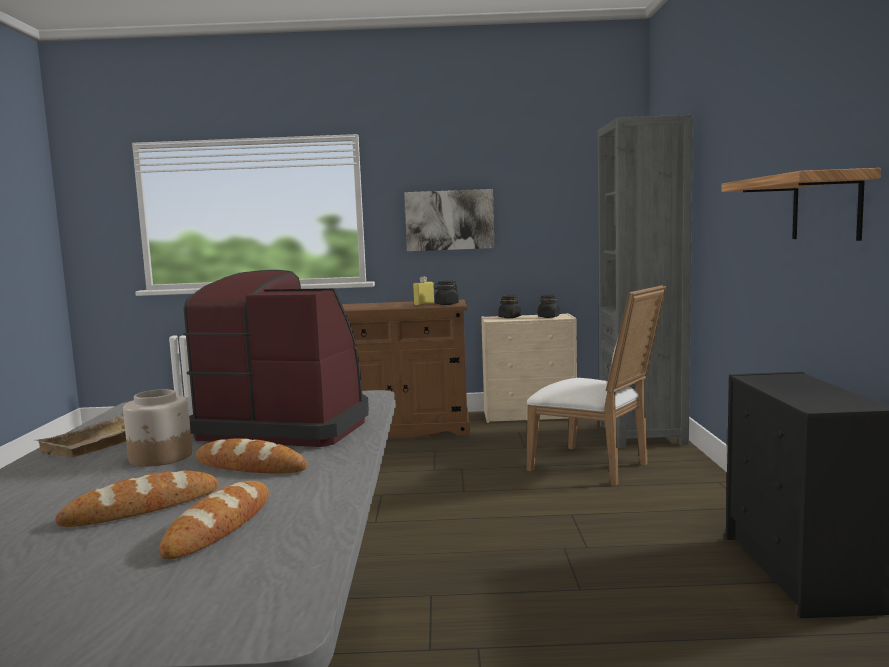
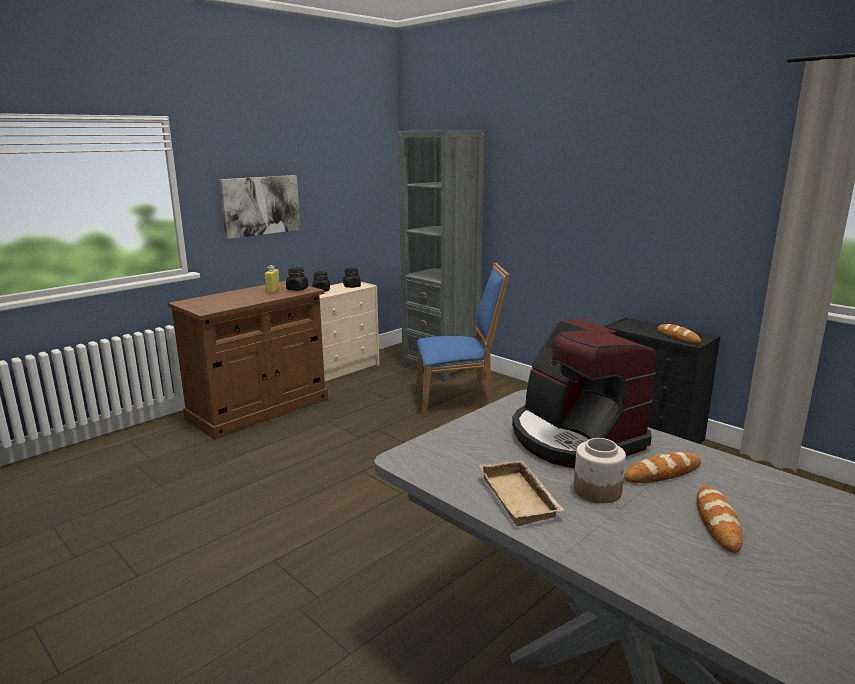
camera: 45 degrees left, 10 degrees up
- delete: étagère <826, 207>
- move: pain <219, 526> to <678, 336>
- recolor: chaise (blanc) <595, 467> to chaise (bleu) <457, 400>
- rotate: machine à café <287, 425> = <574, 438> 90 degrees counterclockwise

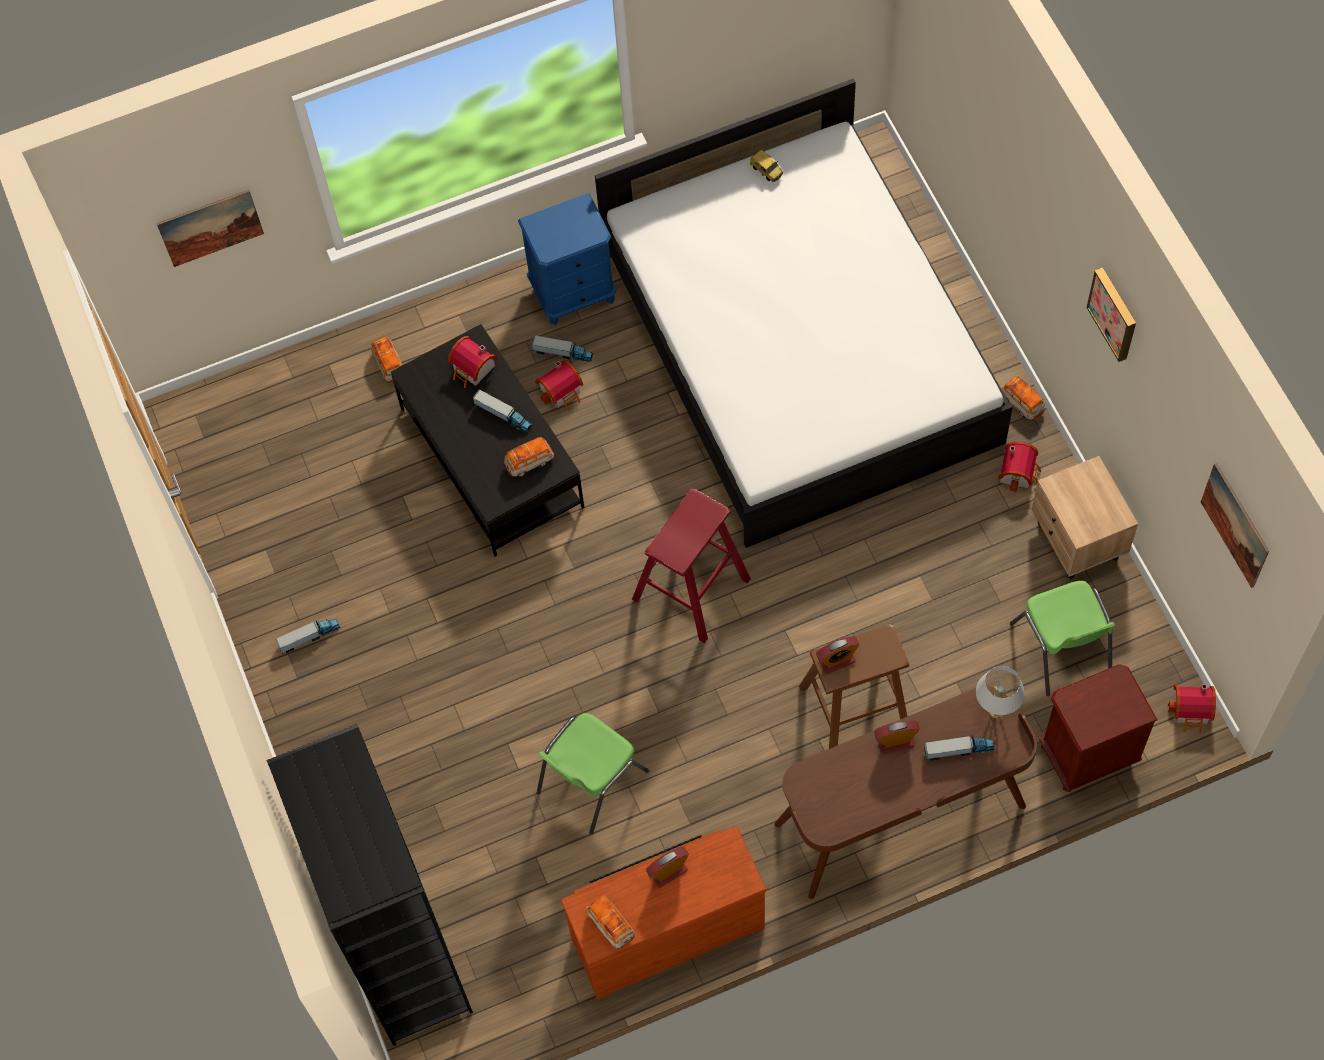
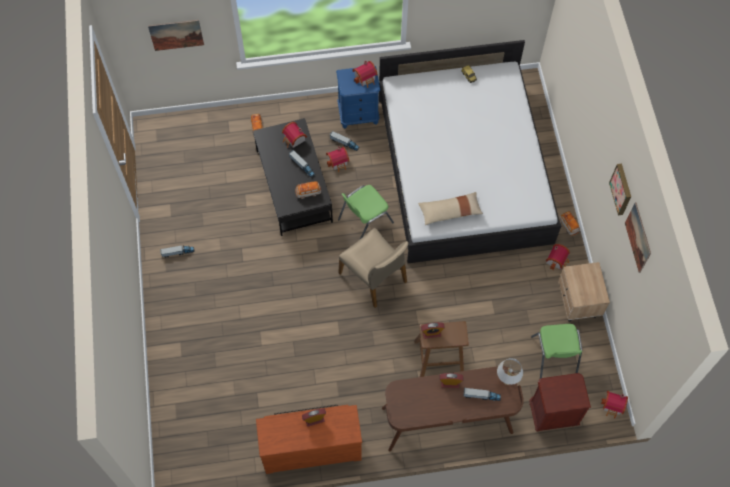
camera: 10 degrees right, 0 degrees up
- delete: bibliothèque (noir) <402, 953>
- delete: petite voiture <610, 924>
- insert: maison miniature <366, 78>
- insert: coussin (beige) <450, 211>
- move: chaise (vert) <590, 782> to <364, 221>
- move: tableau <1235, 525> to <638, 237>
- replace: tabouret (rouge) <691, 589> to chaise (beige) <374, 277>

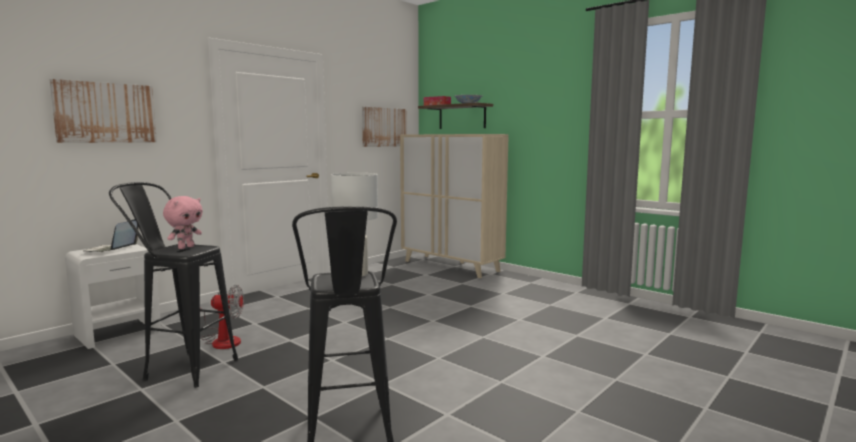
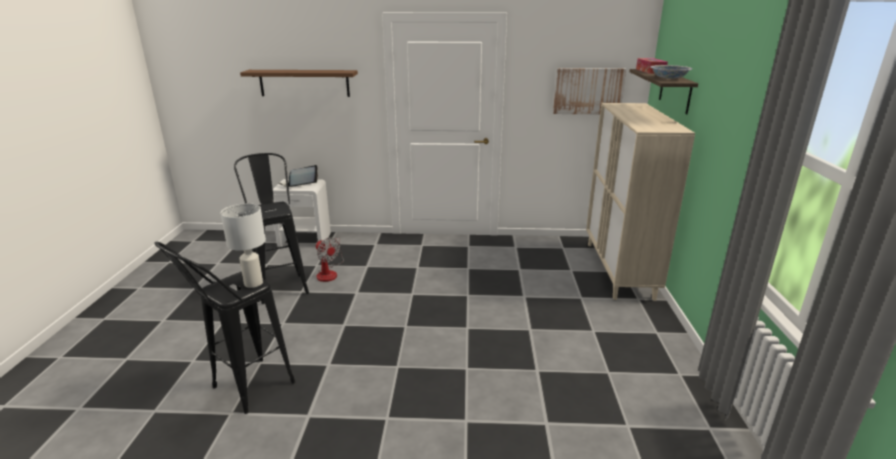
camera: 50 degrees right, 15 degrees up
- delete: peluche (rose) <185, 247>
- replace: tableau <106, 113> to étagère (marron) <304, 83>

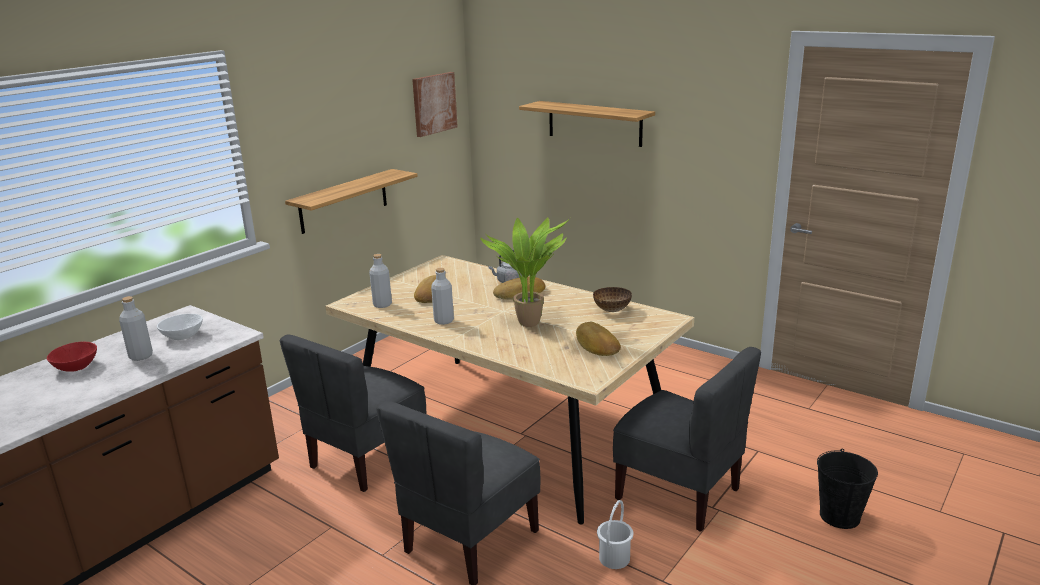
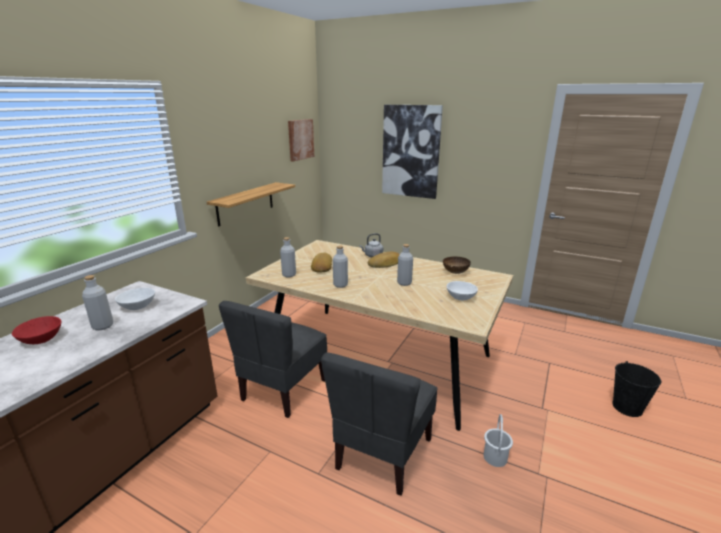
camera: 10 degrees left, 0 degrees up
- delete: chaise (gris) <679, 493>
- replace: plante en pot <531, 322> to bouteille (gris) <404, 283>
- replace: étagère <594, 123> to tableau <411, 151>
- replace: pain <596, 344> to bol (blanc) <460, 297>

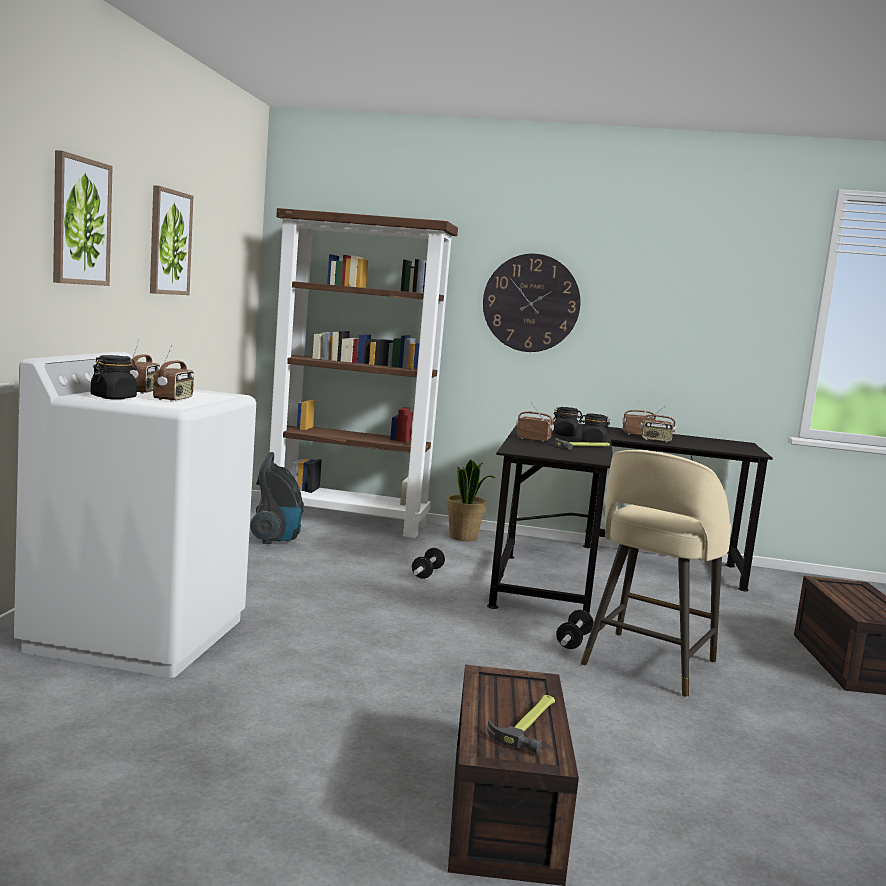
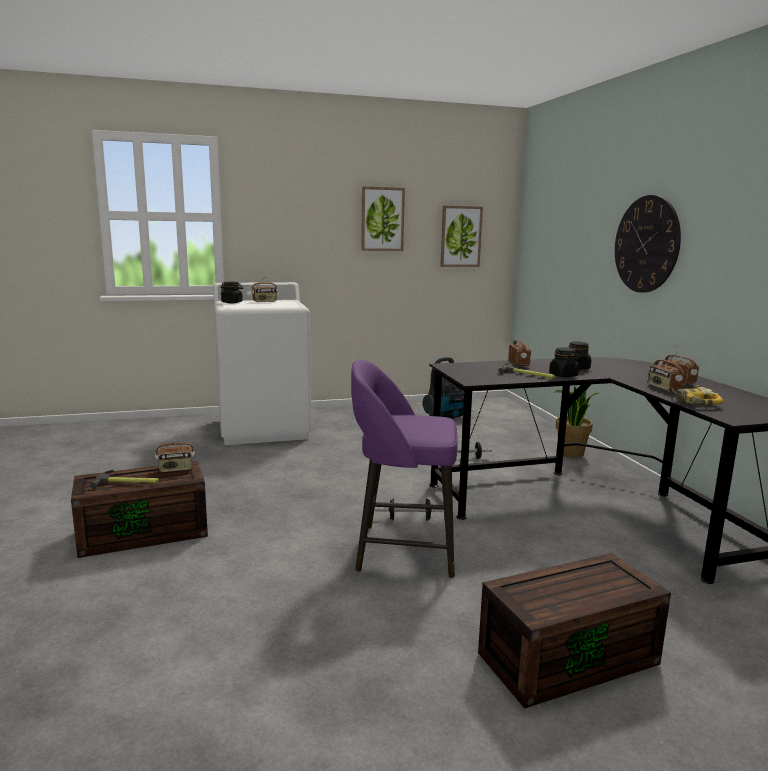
camera: 65 degrees right, 5 degrees up
- delete: bibliothèque (marron) <348, 521>
- insert: perceuse <692, 401>
- move: tableau <80, 221> to <460, 236>
- move: radio <174, 399> to <176, 469>
- recolor: tabouret (beige) <647, 664> to tabouret (violet) <402, 550>

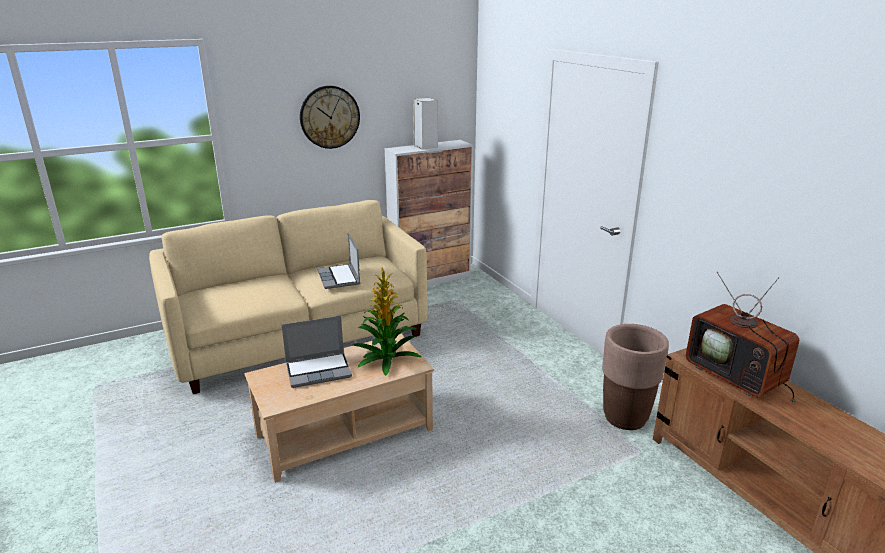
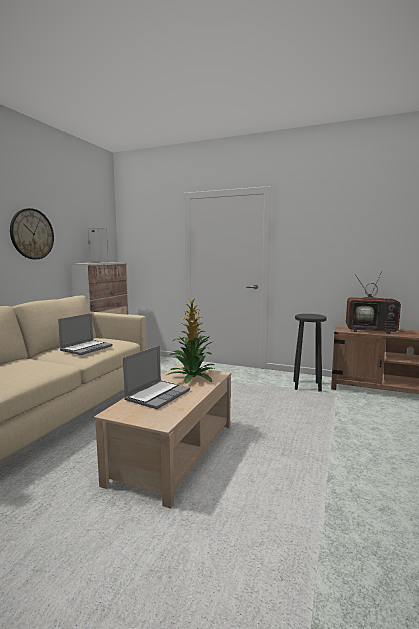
camera: 40 degrees left, 15 degrees down
- replace: cache-pot (marron) <625, 418> to tabouret (noir) <307, 386>
- rotate: ordinateur portable <339, 278> = <86, 348> 90 degrees counterclockwise

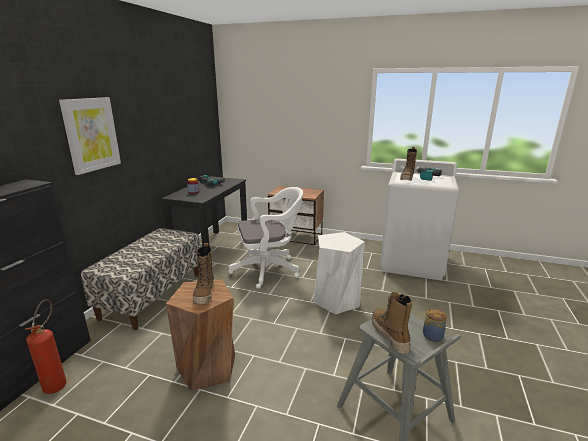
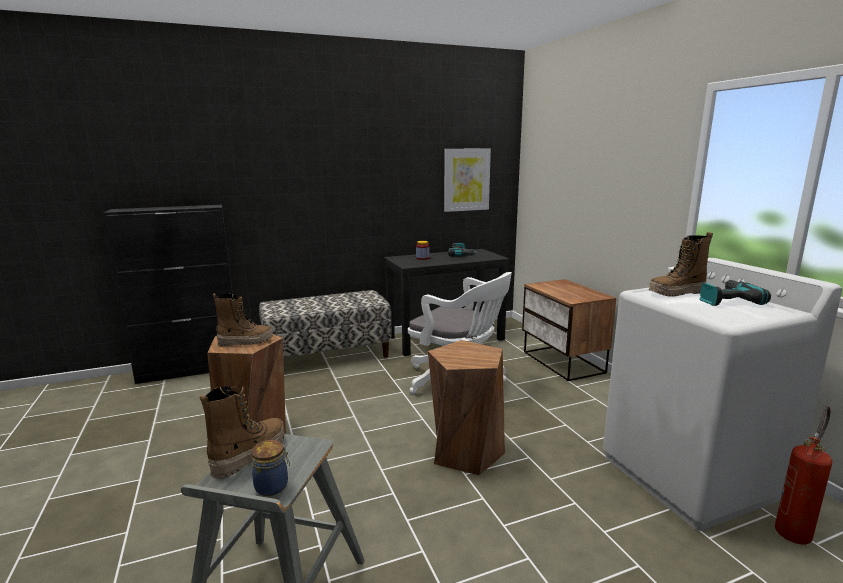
camera: 50 degrees right, 5 degrees down
- move: extincteur <58, 382> to <795, 530>
- move: tableau <91, 134> to <466, 180>
- recolor: tabouret (blanc) <336, 300> to tabouret (marron) <466, 451>
- rotate: botte <205, 294> = <246, 342> 150 degrees counterclockwise

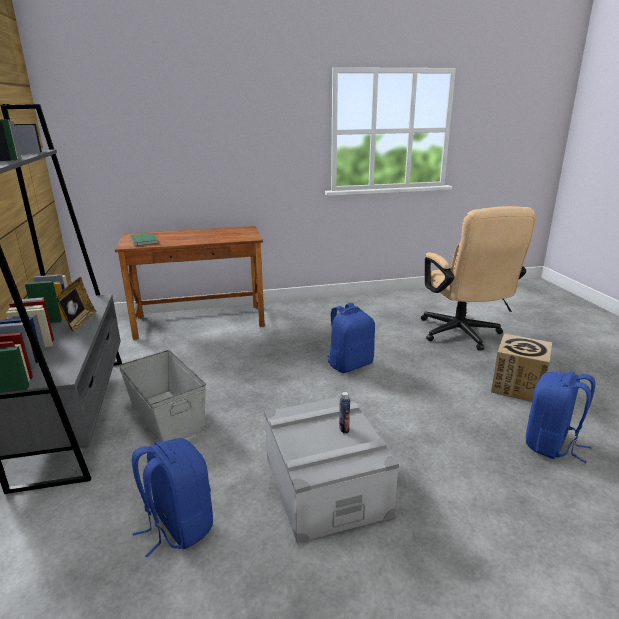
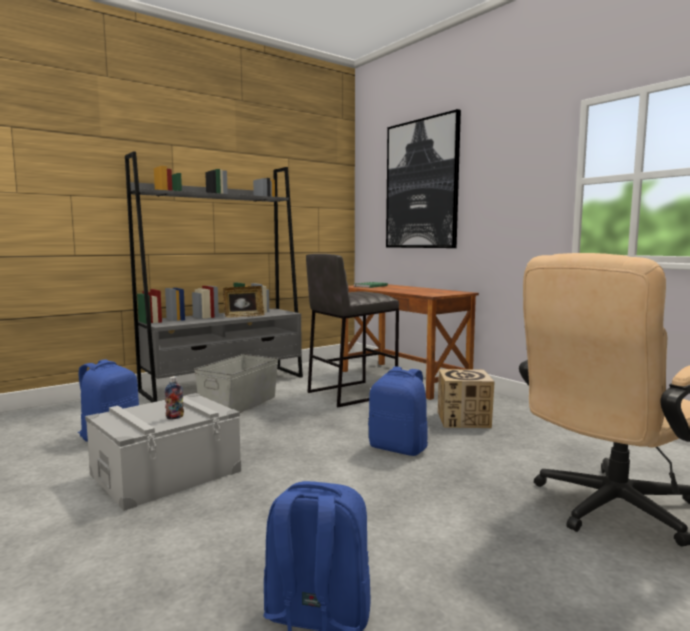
camera: 65 degrees right, 15 degrees down
- insert: tabouret (gris) <351, 393>
- insert: tableau <421, 184>
- move: carton <517, 386> to <463, 419>

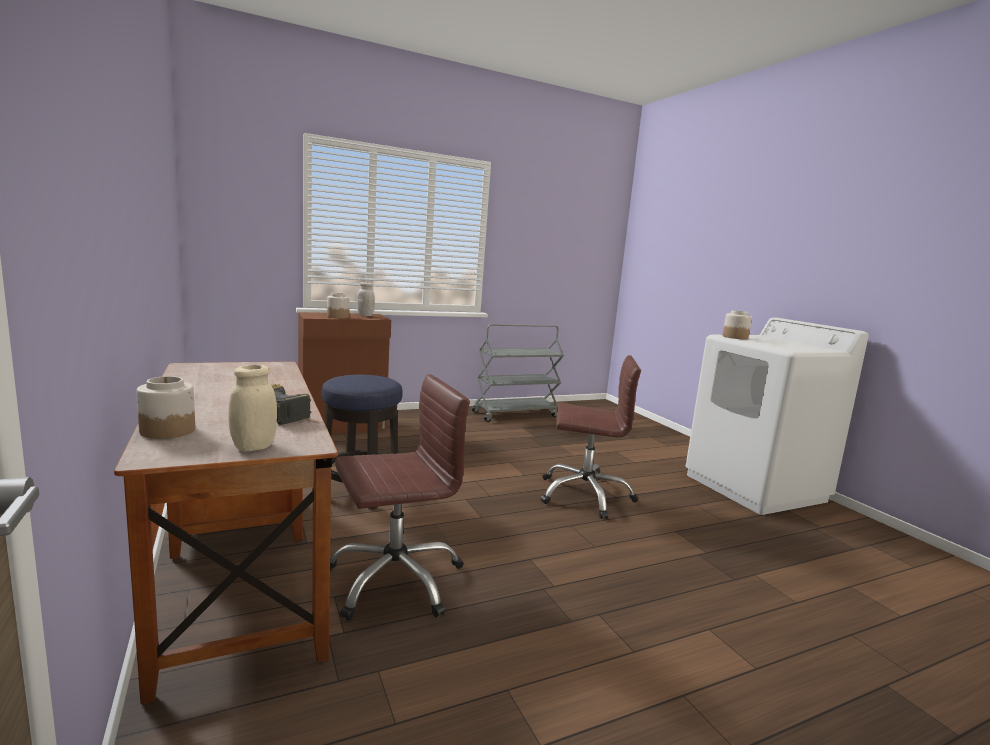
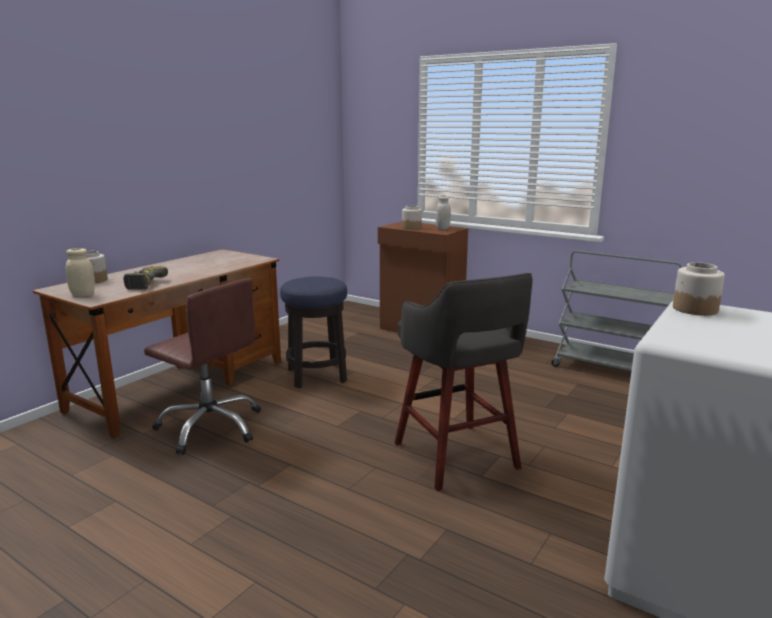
camera: 60 degrees right, 5 degrees up
- replace: chaise de bureau (marron) <585, 495> to tabouret (gris) <457, 458>

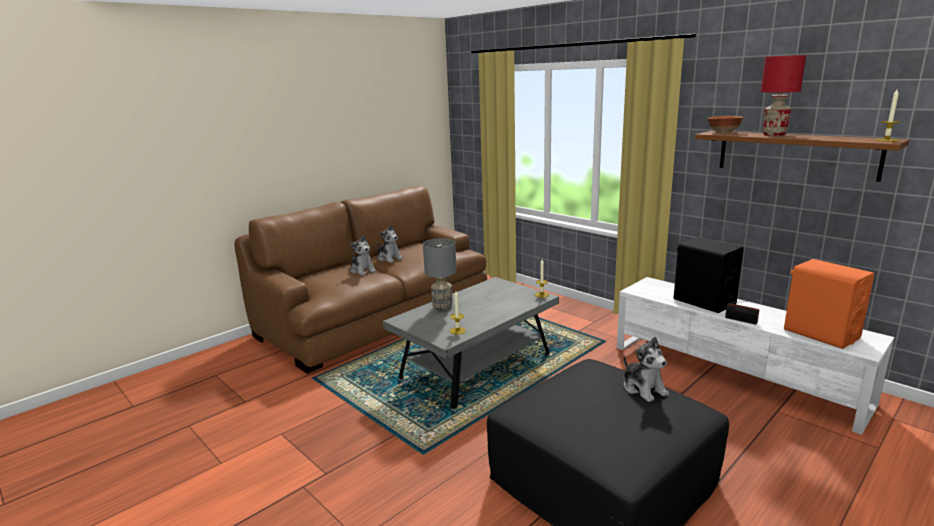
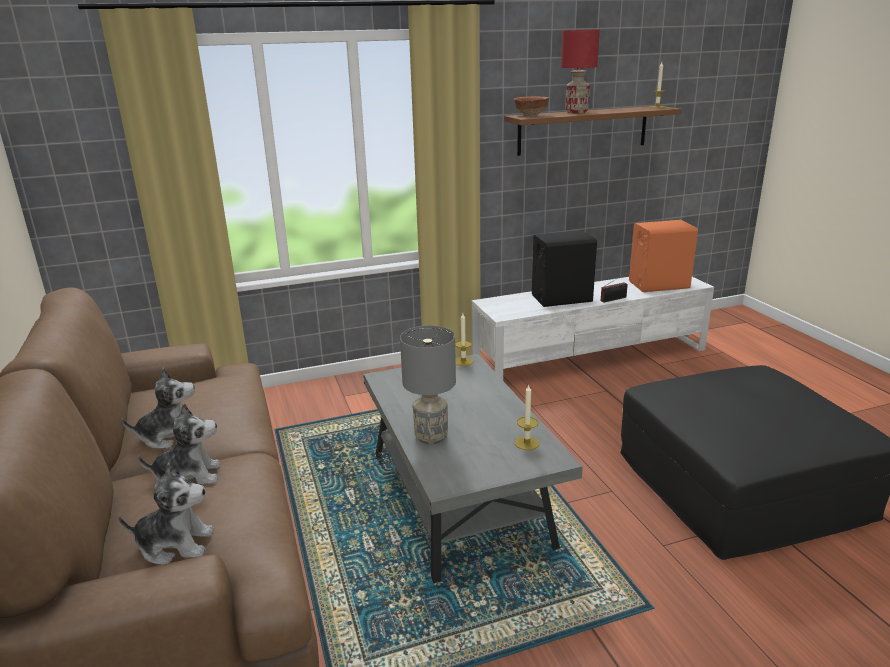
camera: 65 degrees left, 5 degrees up
- move: peluche <643, 388> to <175, 544>

